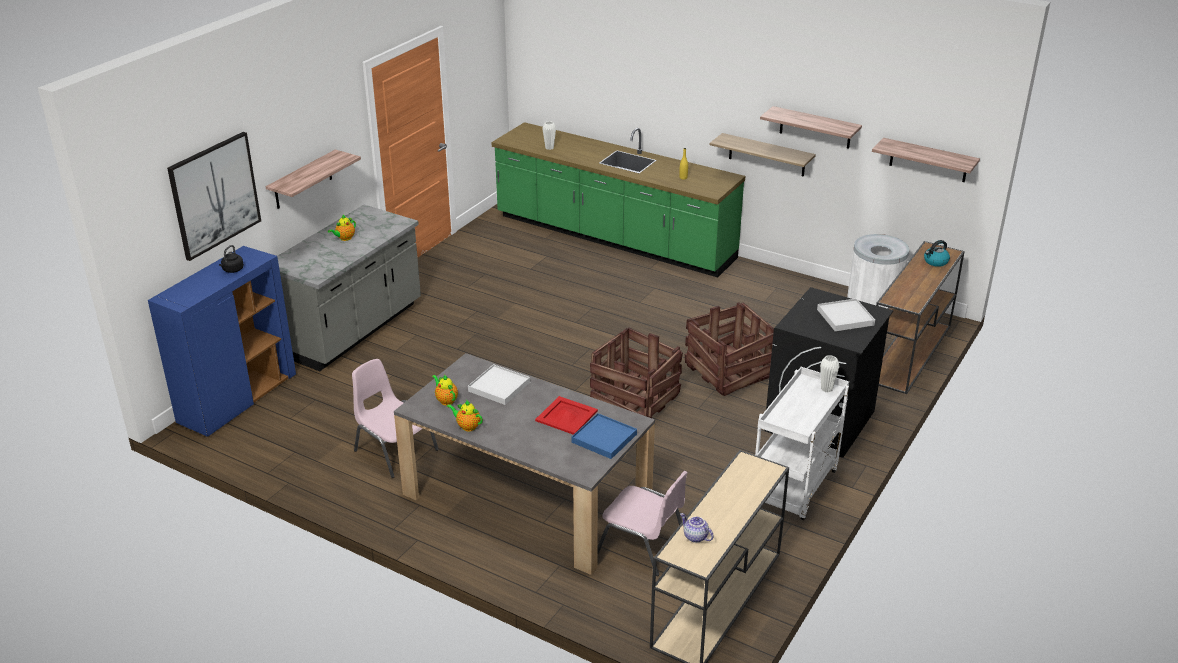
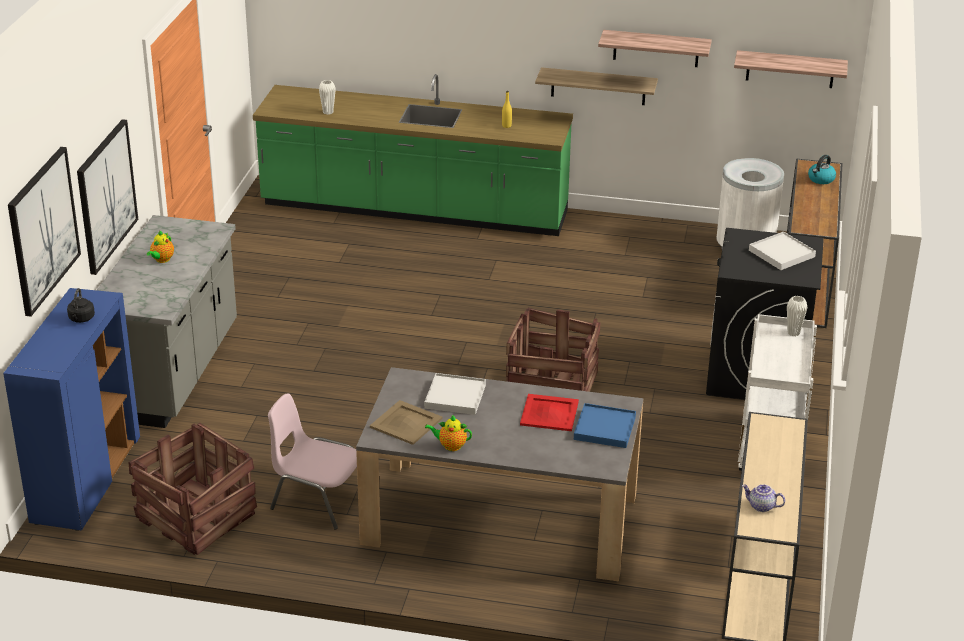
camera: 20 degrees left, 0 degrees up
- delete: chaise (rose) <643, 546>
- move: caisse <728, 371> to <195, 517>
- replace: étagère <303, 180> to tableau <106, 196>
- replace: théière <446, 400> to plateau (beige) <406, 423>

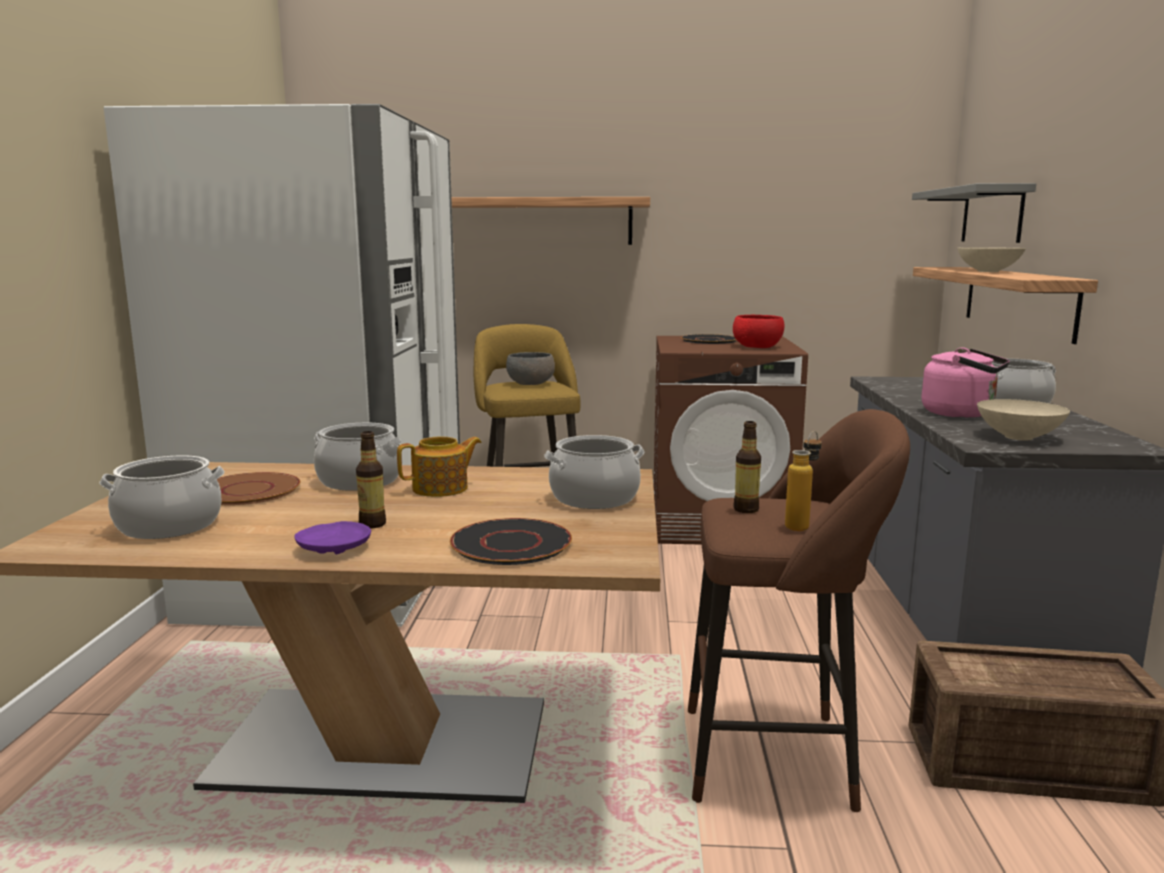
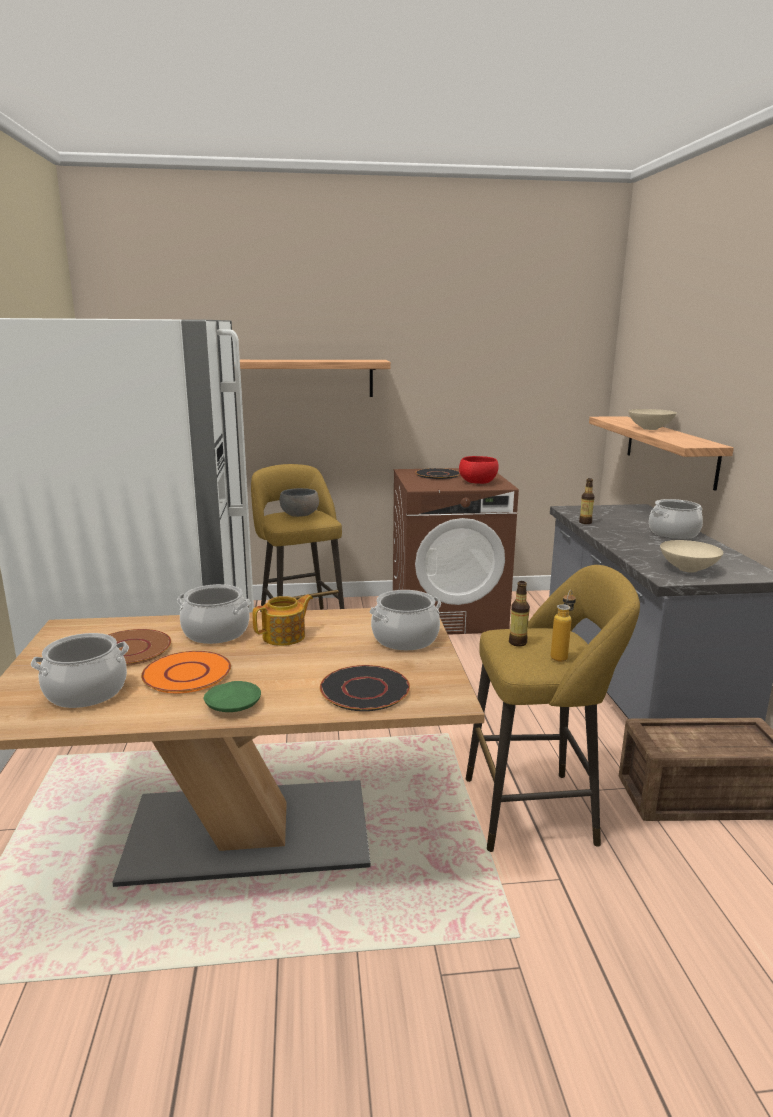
camera: 10 degrees left, 5 degrees up
- delete: étagère (gris) <992, 215>
- delete: bouilloire (rose) <962, 414>
- insert: assiette (orange) <186, 674>
- move: bouteille <372, 524> to <585, 522>
- recolor: assiette (violet) <334, 548> to assiette (vert) <233, 704>
- recolor: tabouret (marron) <779, 757> to tabouret (jaune) <537, 810>

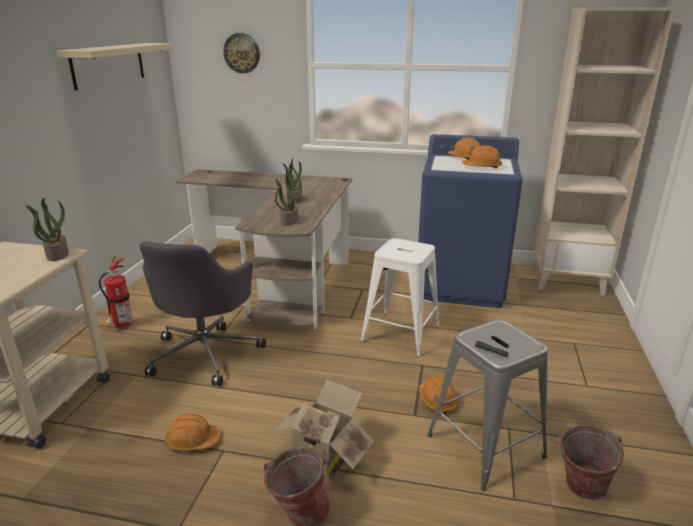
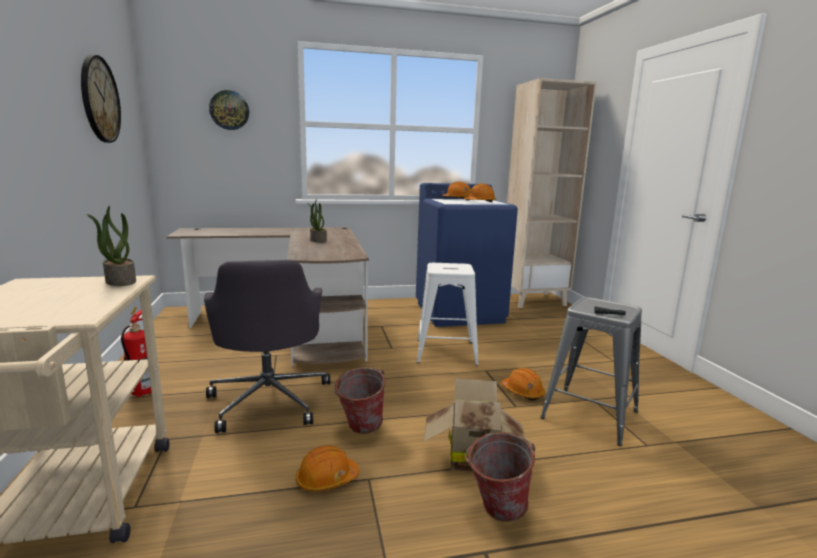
camera: 25 degrees left, 10 degrees down
- delete: plante en pot <289, 221>
- move: seau <579, 489> to <359, 428>
- replace: étagère (beige) <109, 65> to horloge murale <100, 99>

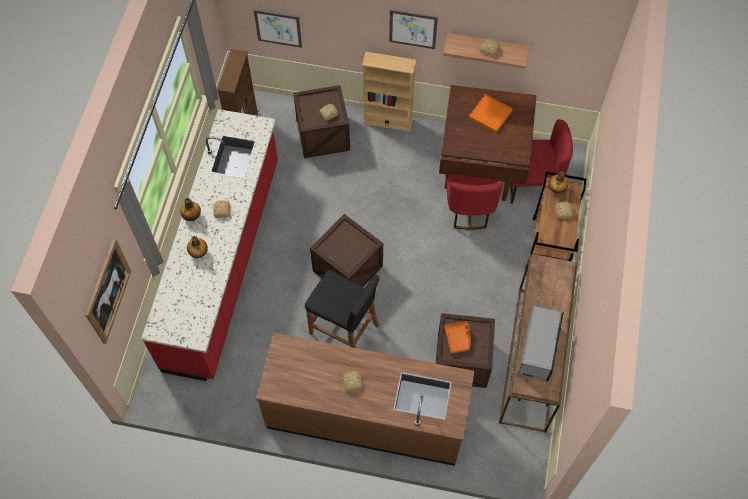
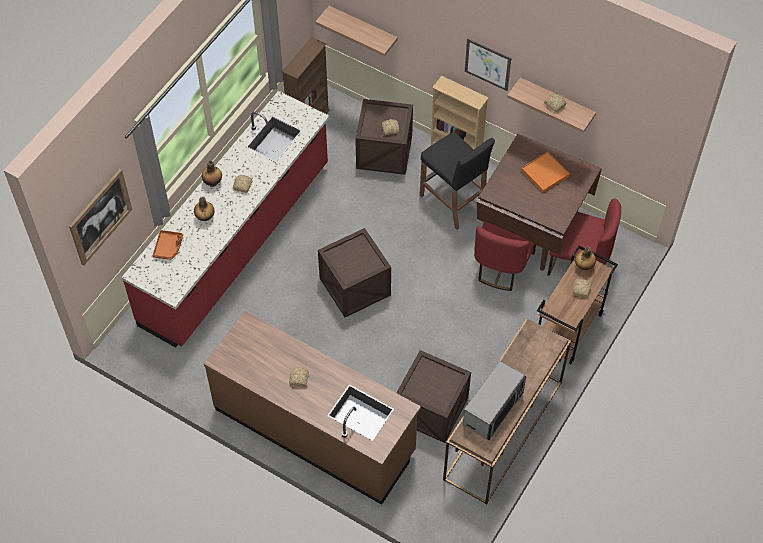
camera: 20 degrees right, 5 degrees down
- move: tabouret (noir) <344, 329> to <453, 201>
- move: plateau (orange) <458, 338> to <168, 247>
- replace: tableau <278, 28> to étagère <363, 29>

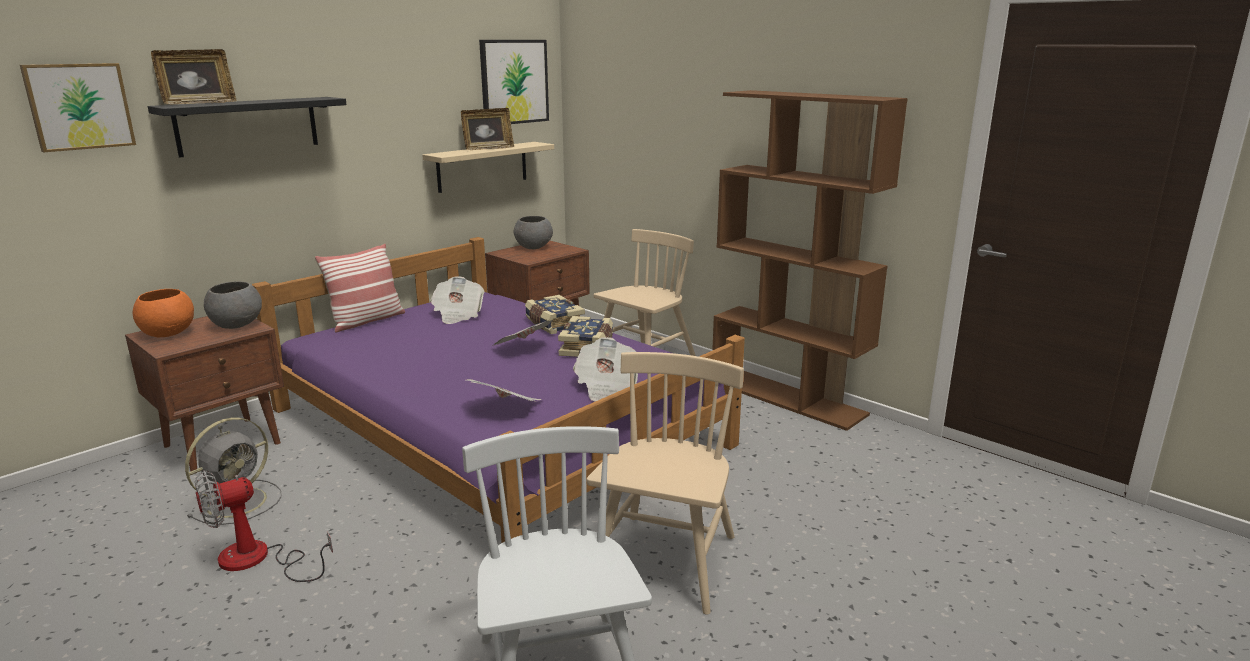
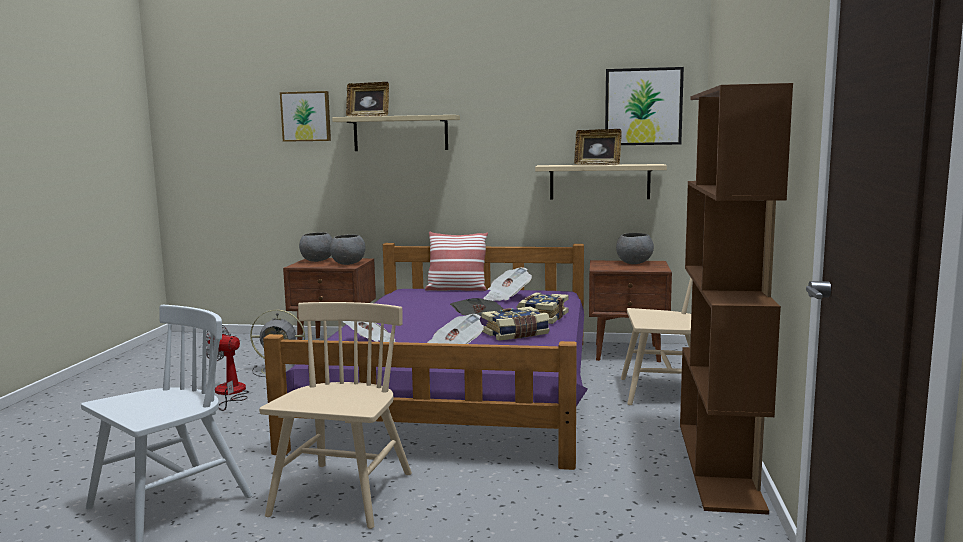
camera: 55 degrees right, 10 degrees down
- recolor: bol (orange) <169, 334> to bol (gris) <317, 261>
- recolor: étagère (noir) <248, 126> to étagère (beige) <400, 133>
- rotate: chaise (beige) <665, 562> = <343, 495> 60 degrees counterclockwise

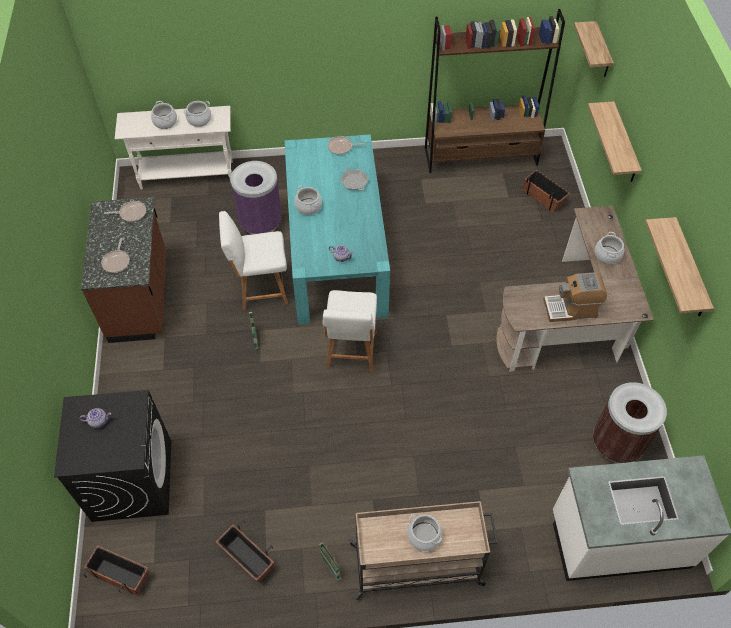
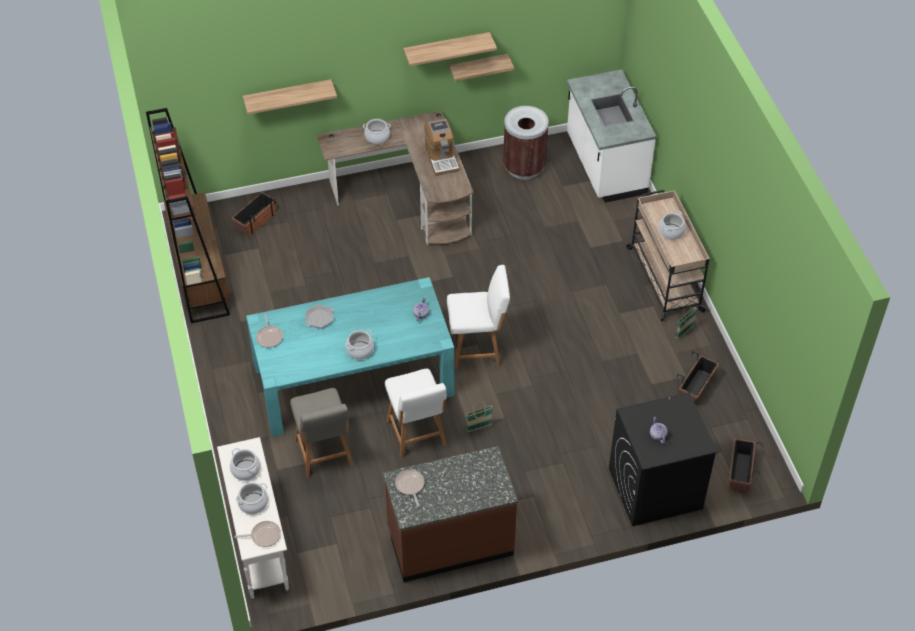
camera: 100 degrees left, 5 degrees down
- move: poêle <117, 261> to <263, 535>
- move: étagère <602, 51> to <478, 67>
- replace: poubelle (violet) <260, 222> to chaise (gris) <324, 454>

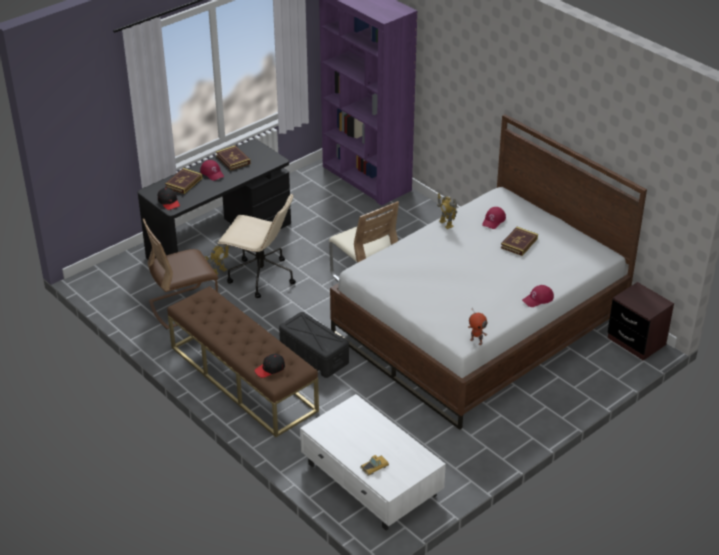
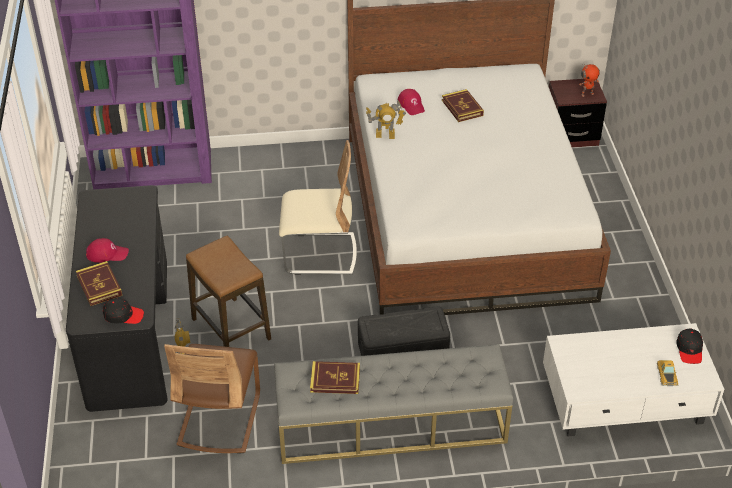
camera: 55 degrees left, 5 degrees up
- delete: casquette (rouge) <538, 299>
- move: livre <233, 160> to <335, 380>
- move: casquette (noir) <270, 369> to <689, 350>
- move: robot jouet <476, 341> to <587, 93>
- replace: chaise de bureau (beige) <260, 277> to tabouret <231, 329>
- recolor: banc (marron) <242, 378> to banc (gris) <390, 425>

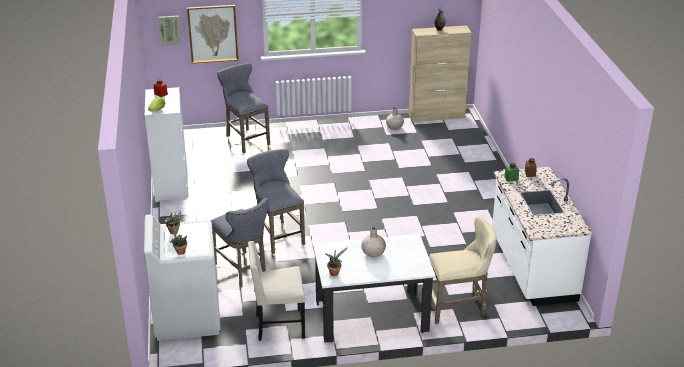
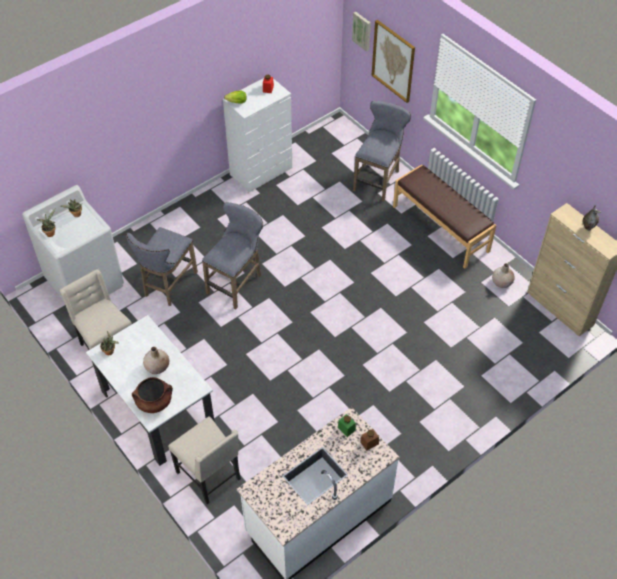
camera: 60 degrees right, 20 degrees up
- insert: marmite (marron) <154, 402>
- insert: banc (marron) <441, 228>
- replace: tabouret (beige) <459, 308> to chaise (beige) <210, 476>

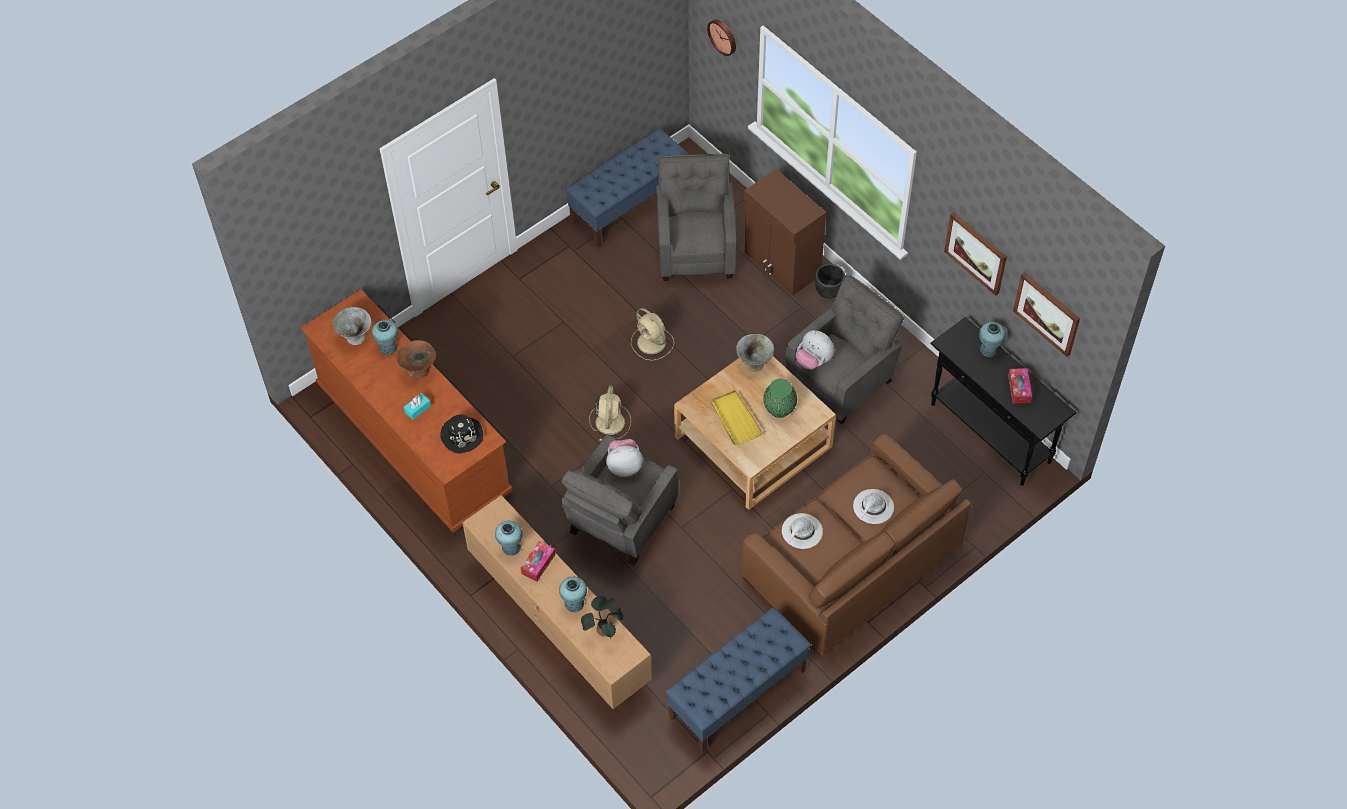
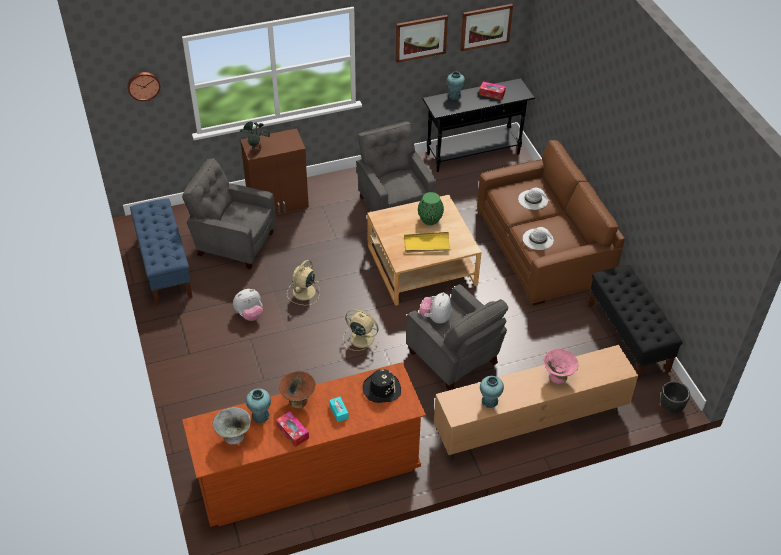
camera: 70 degrees left, 10 degrees down
- delete: bol (gris) <754, 363>
- move: boîte à mouchoirs <538, 564> to <292, 432>
- move: plante en pot <604, 630> to <256, 149>
- move: peluche <814, 360> to <249, 314>
- move: cache-pot (noir) <828, 291> to <671, 407>
- replace: vase (turquoise) <574, 603> to bol (rose) <558, 376>
- recolor: banc (bleu) <737, 694> to banc (noir) <628, 338>
- rotate: ventilateur (beige) <652, 343> = <303, 292> 135 degrees clockwise

